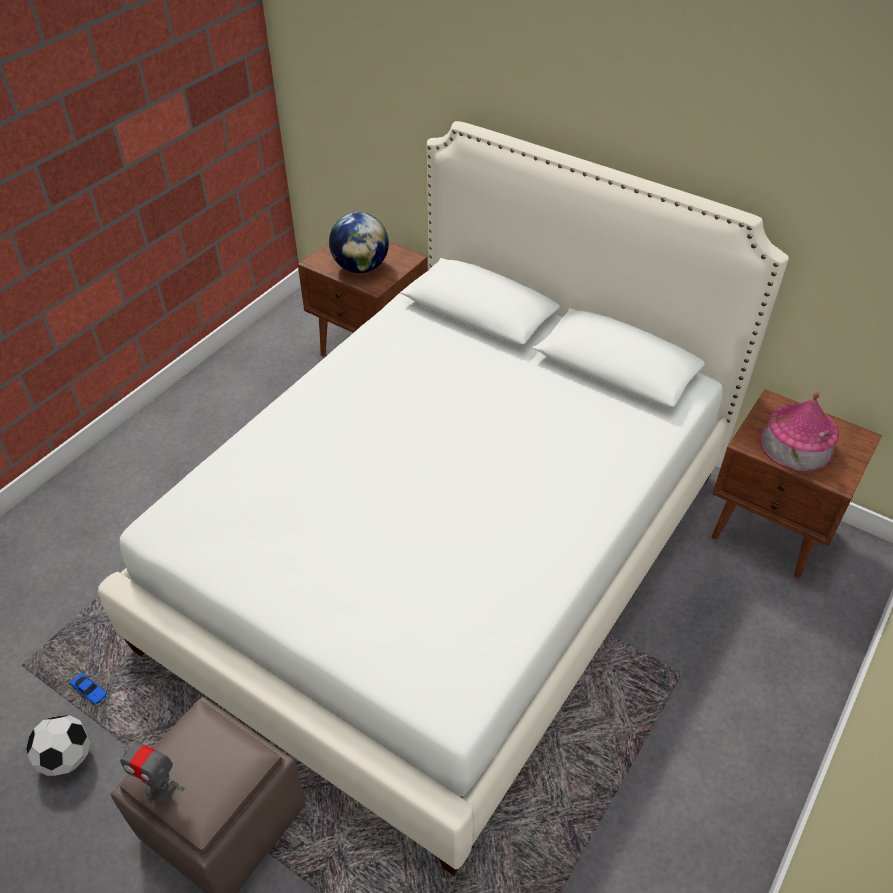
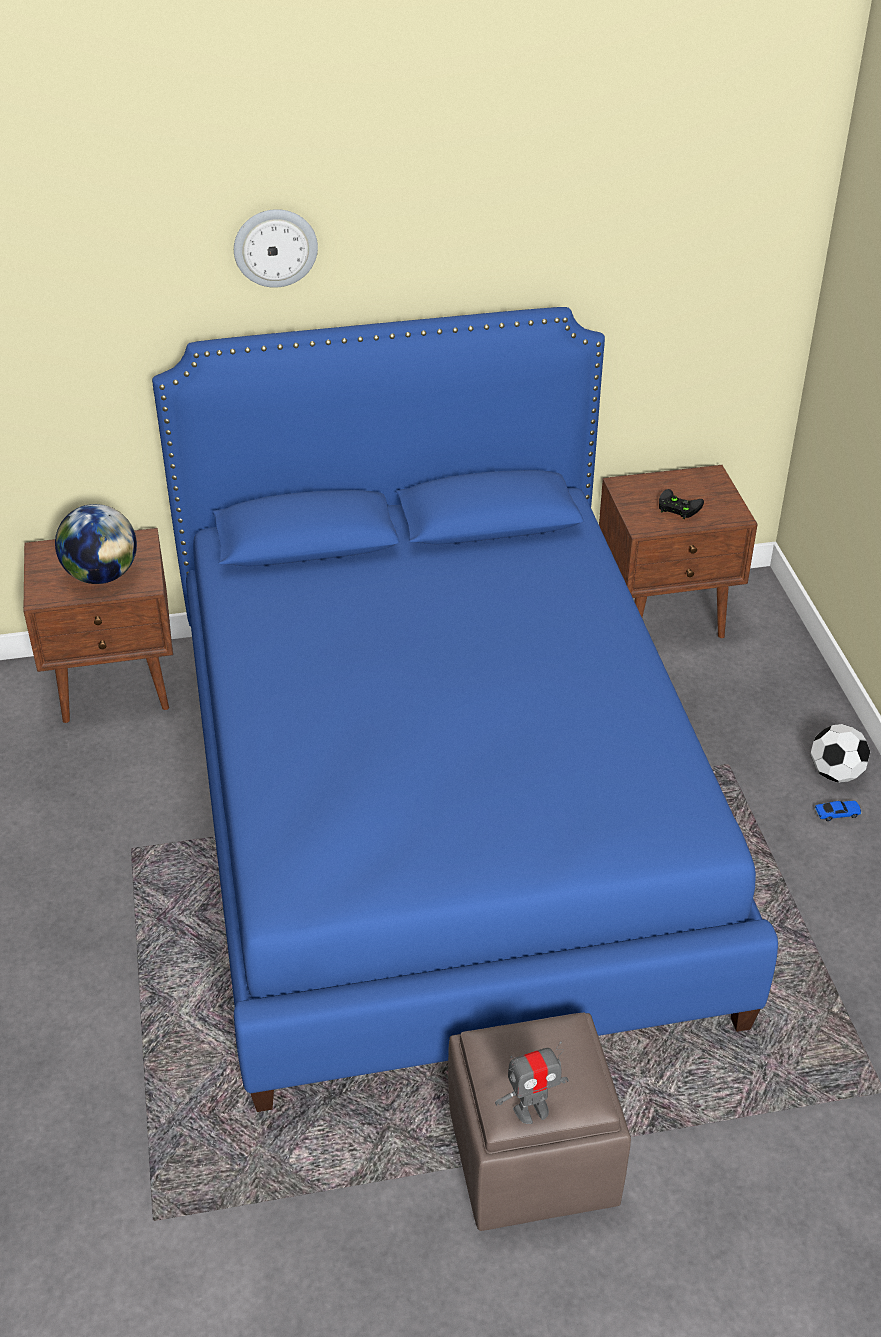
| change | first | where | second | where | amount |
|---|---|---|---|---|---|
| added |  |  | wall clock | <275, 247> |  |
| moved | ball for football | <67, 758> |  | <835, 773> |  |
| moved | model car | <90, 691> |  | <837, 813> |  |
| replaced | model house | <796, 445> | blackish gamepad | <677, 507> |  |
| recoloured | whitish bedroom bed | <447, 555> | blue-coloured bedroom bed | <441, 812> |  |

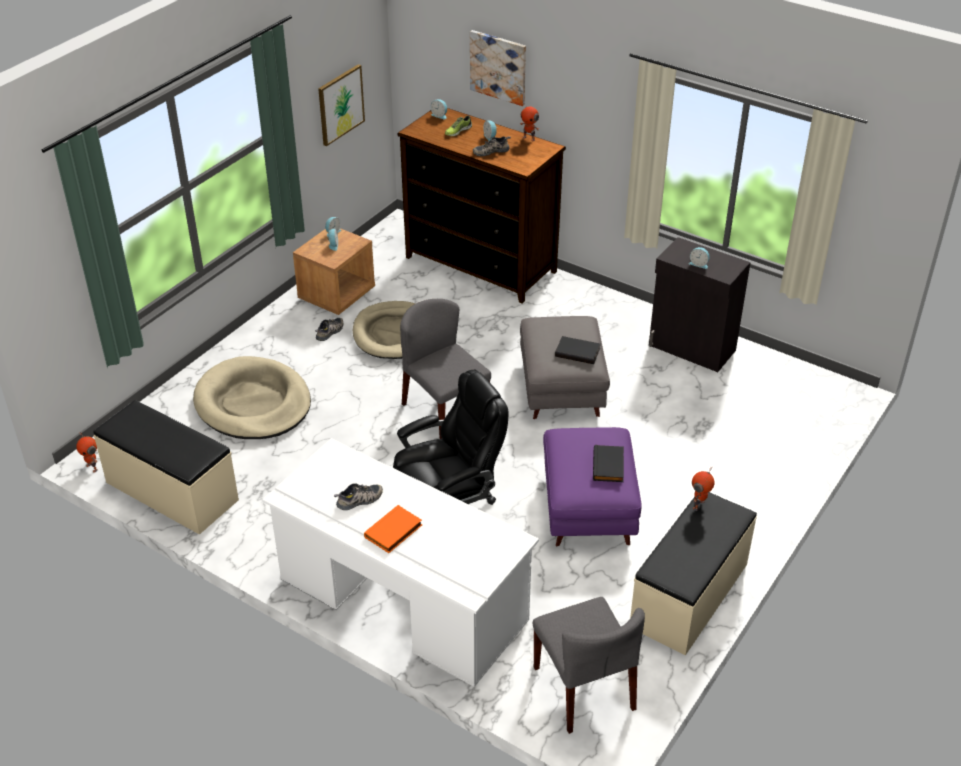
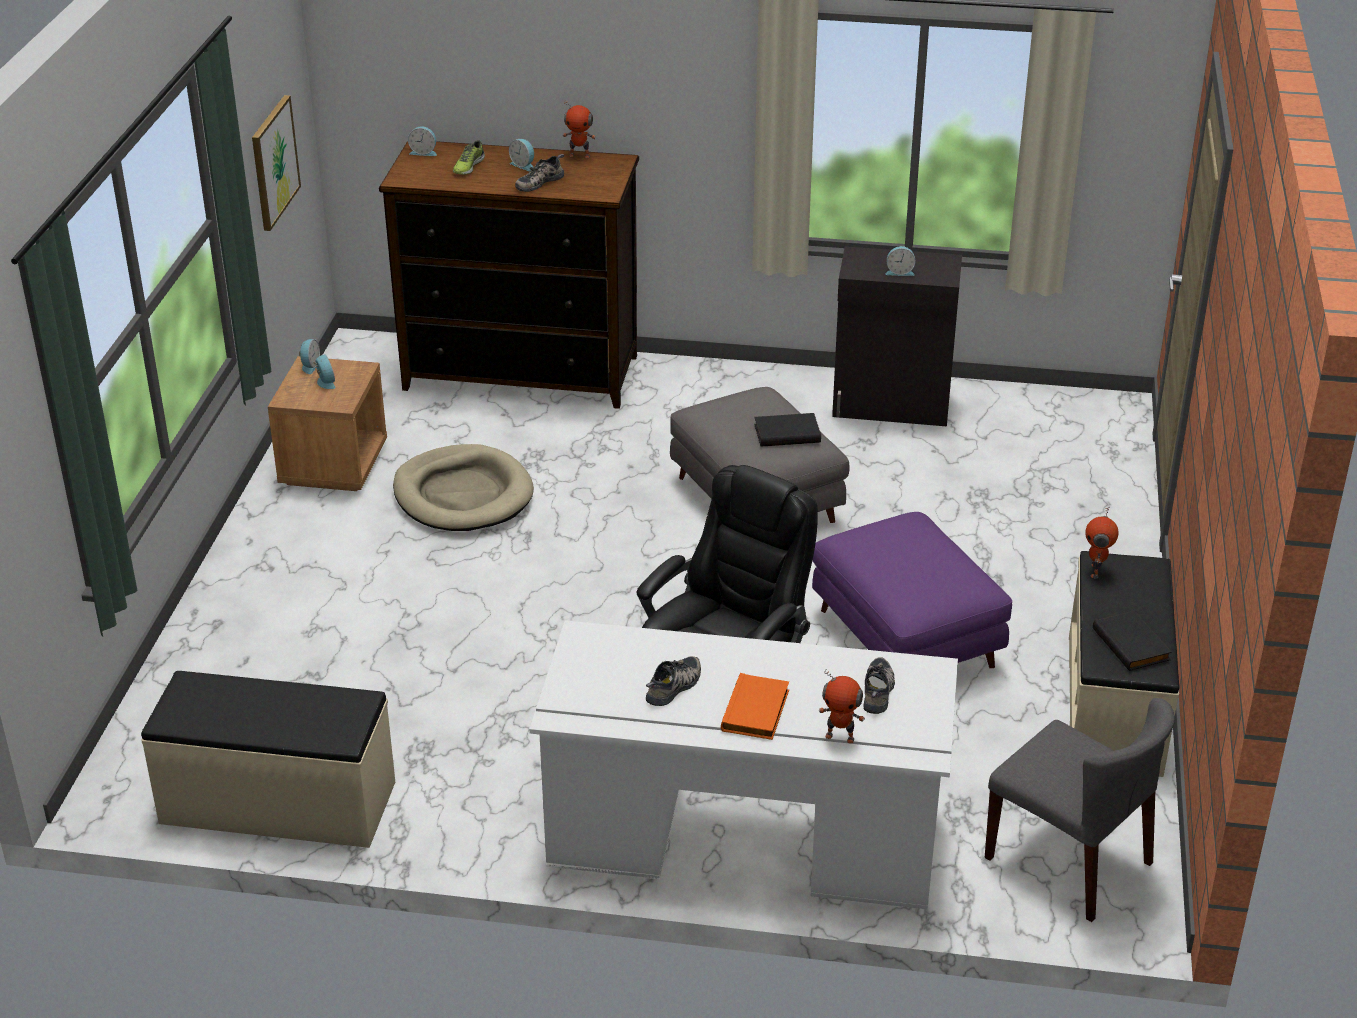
| change | first | where | second | where | amount |
|---|---|---|---|---|---|
| removed | beige-coloured dog bed | <253, 403> |  |  |  |
| removed | gray plain chair | <444, 410> |  |  |  |
| removed | wall art | <498, 67> |  |  |  |
| moved | robot figure | <92, 467> |  | <840, 736> |  |
| moved | low shoe | <330, 332> |  | <879, 691> |  |
| moved | blackish book | <609, 466> |  | <1133, 644> |  |

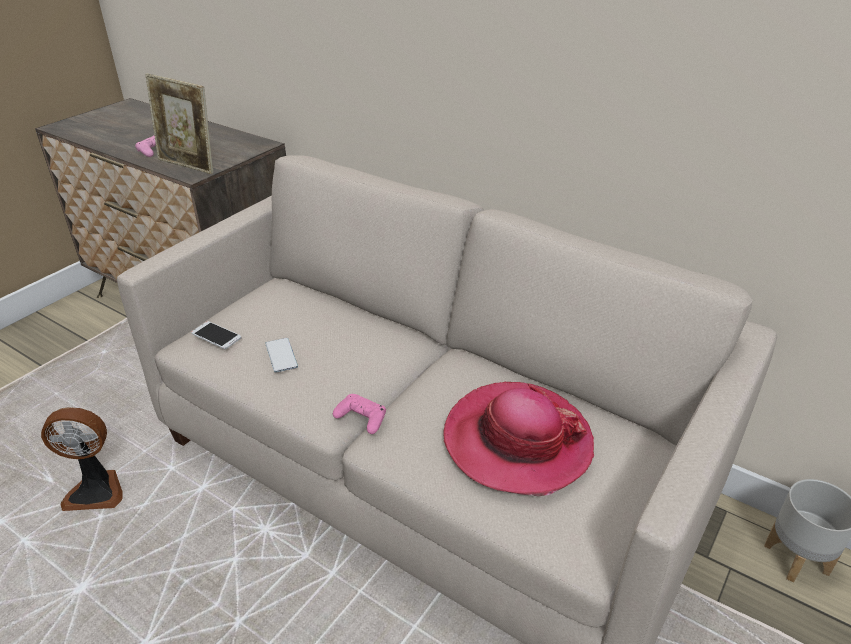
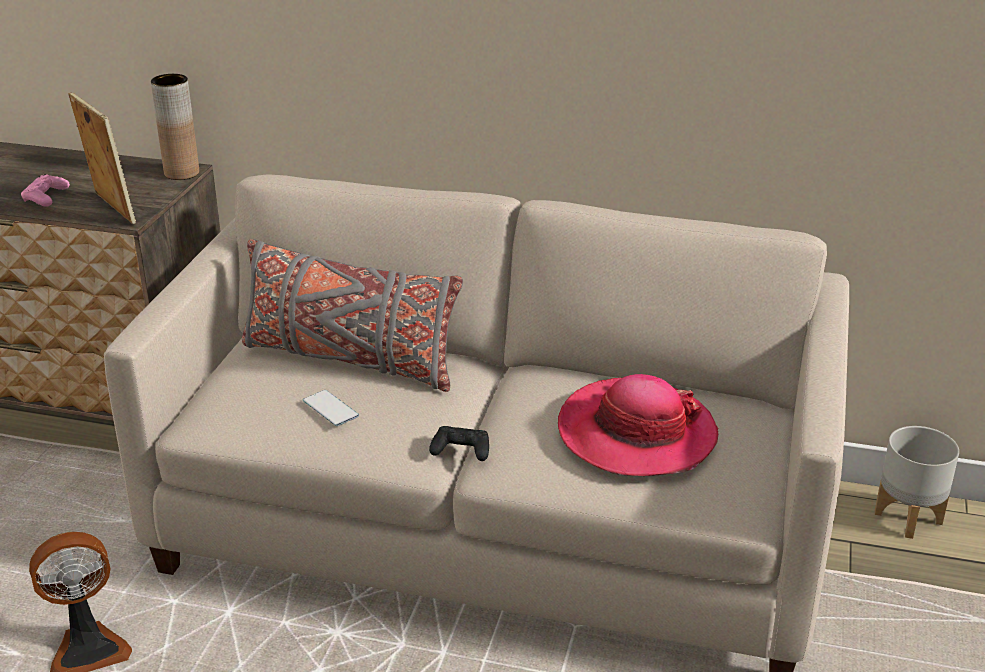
| change | first | where | second | where | amount |
|---|---|---|---|---|---|
| removed | handset | <216, 335> |  |  |  |
| added |  |  | brown-coloured decorative vase | <182, 173> |  |
| added |  |  | gray pillow | <349, 359> |  |
| recoloured | pink gamepad | <361, 418> | blackish gamepad | <461, 449> |  |
| turned | picture frame | <188, 165> |  | <111, 209> | 135 degrees counterclockwise |

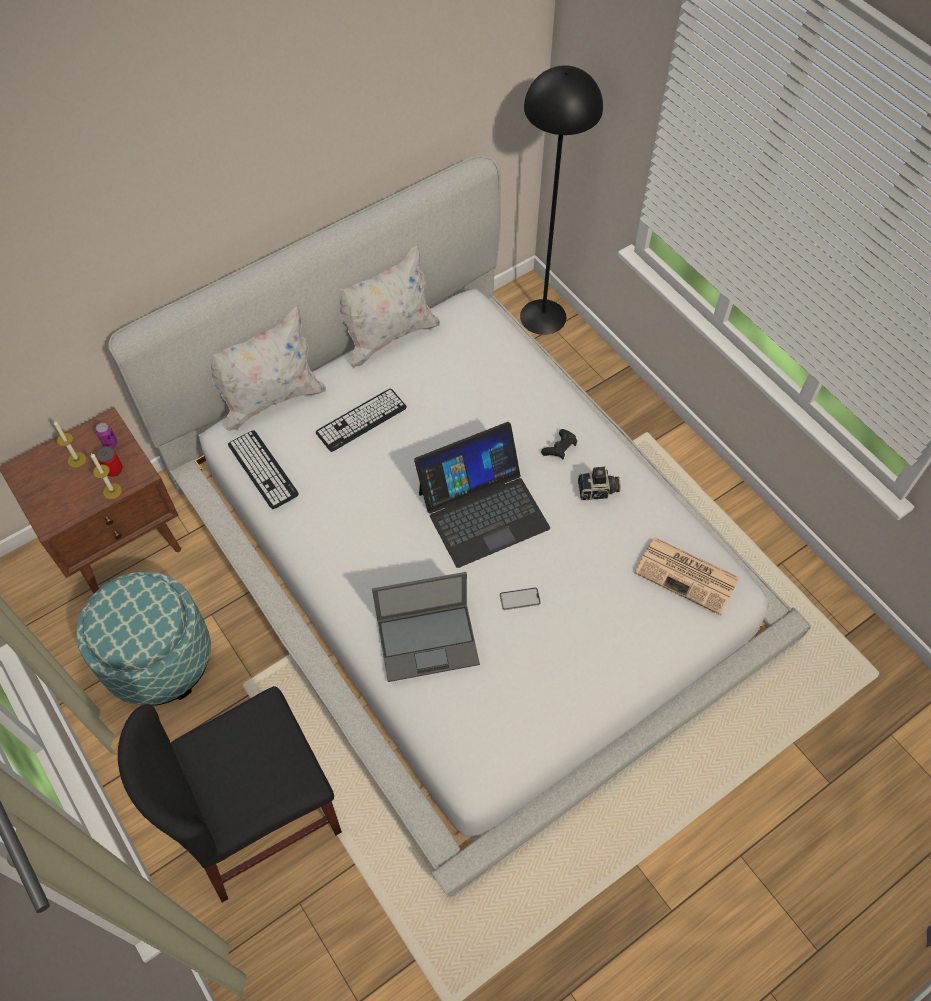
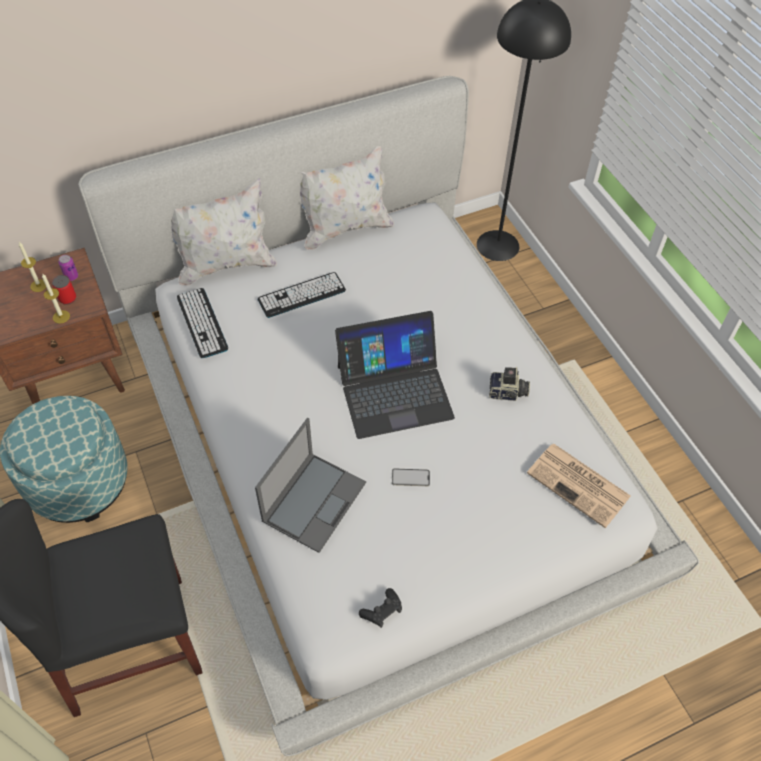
| change | first | where | second | where | amount |
|---|---|---|---|---|---|
| moved | blackish gamepad | <560, 448> |  | <382, 611> |  |
| turned | laptop | <429, 641> |  | <314, 500> | 60 degrees counterclockwise |

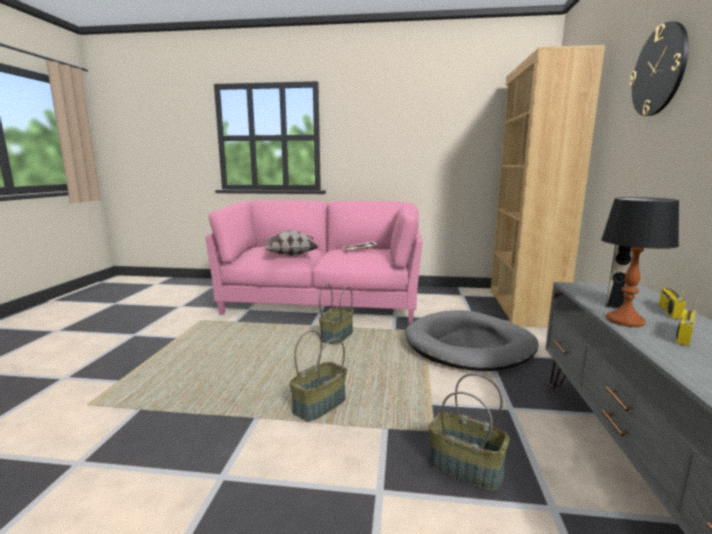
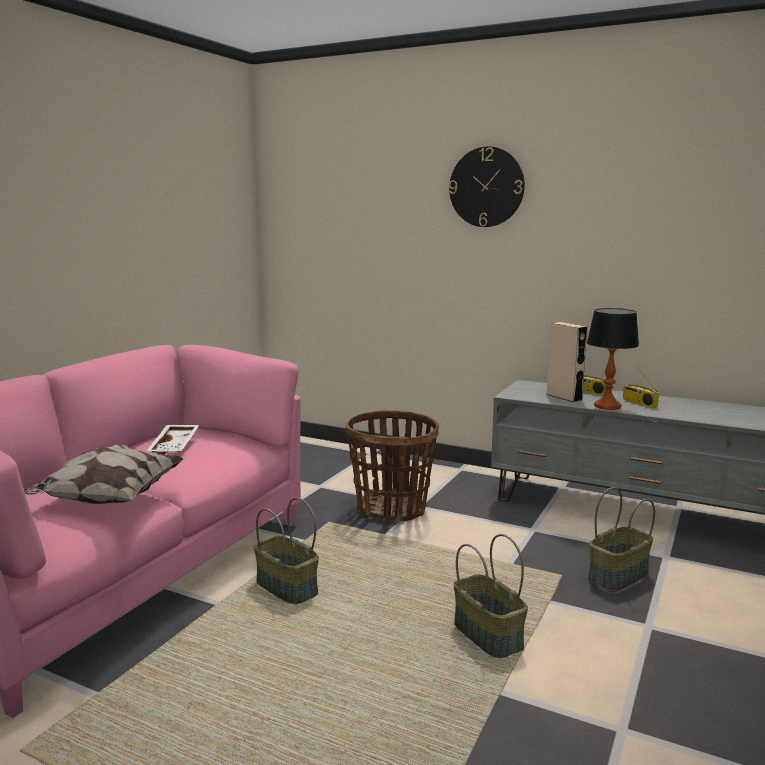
| change | first | where | second | where | amount |
|---|---|---|---|---|---|
| removed | brown-coloured shelving unit | <522, 307> |  |  |  |
| replaced | gray dog bed | <469, 345> | basket | <392, 509> |  |

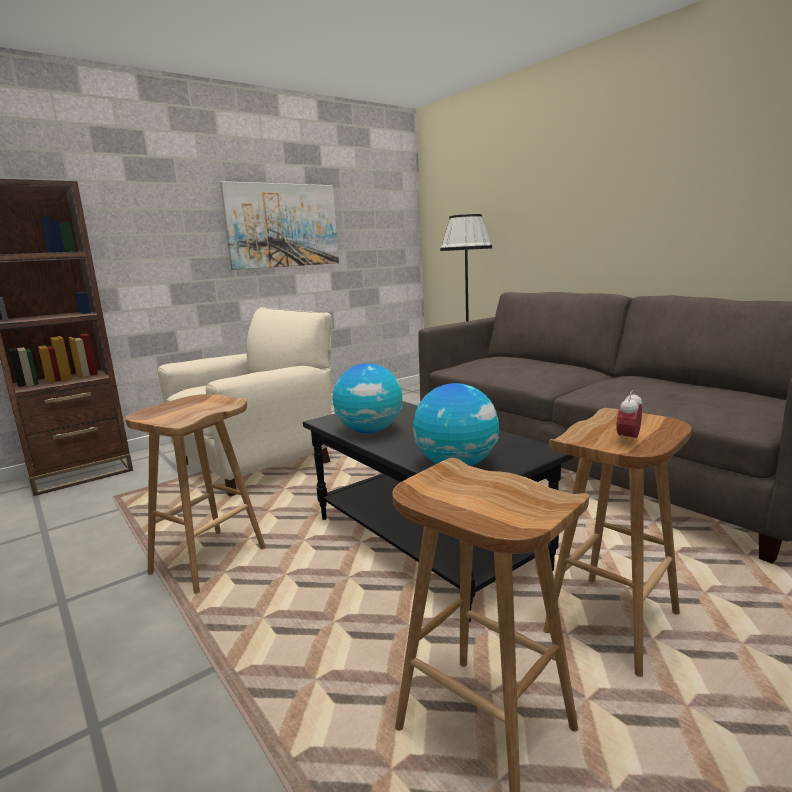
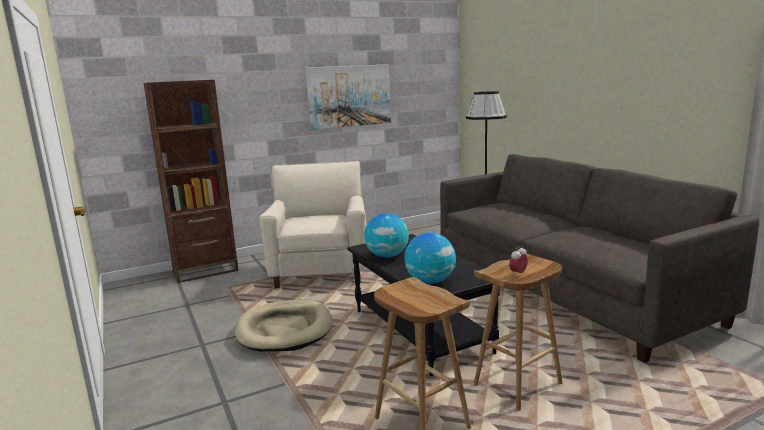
| change | first | where | second | where | amount |
|---|---|---|---|---|---|
| replaced | brown-coloured stool | <209, 560> | beige-coloured dog bed | <285, 329> |  |
| turned | beige-coloured lounge chair | <258, 462> |  | <321, 271> | 60 degrees counterclockwise |

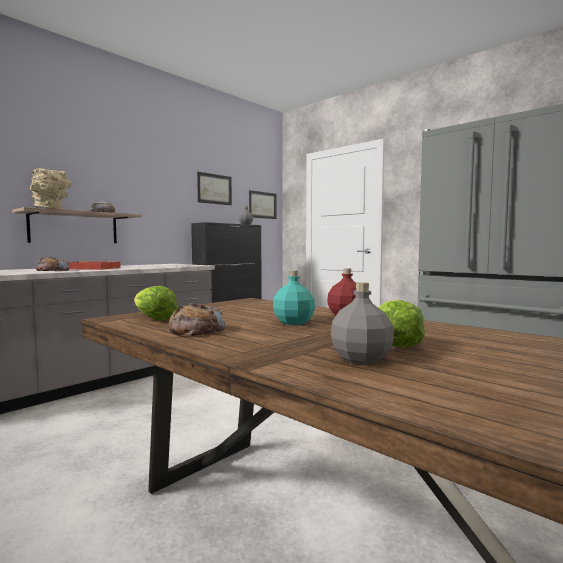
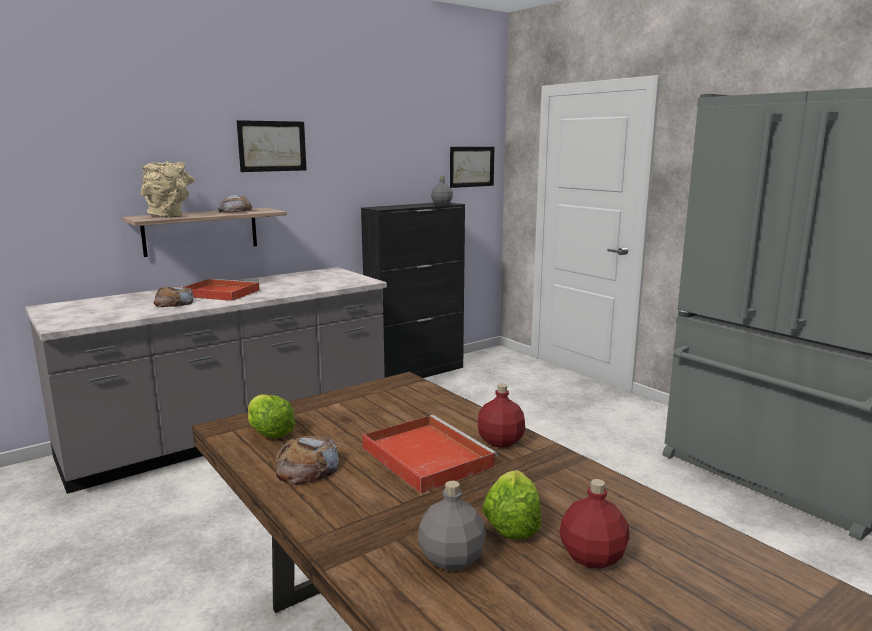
| change | first | where | second | where | amount |
|---|---|---|---|---|---|
| added |  |  | red-coloured bottle | <592, 557> |  |
| moved | wall art | <214, 189> |  | <272, 146> |  |
| replaced | turquoise-coloured bottle | <293, 322> | red-coloured serving tray | <425, 456> |  |

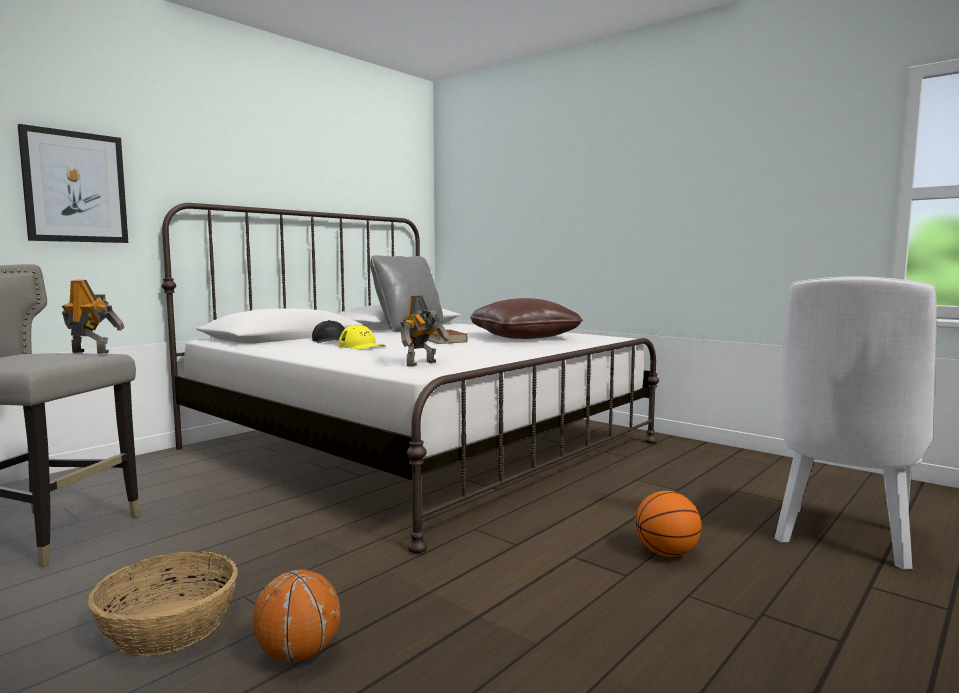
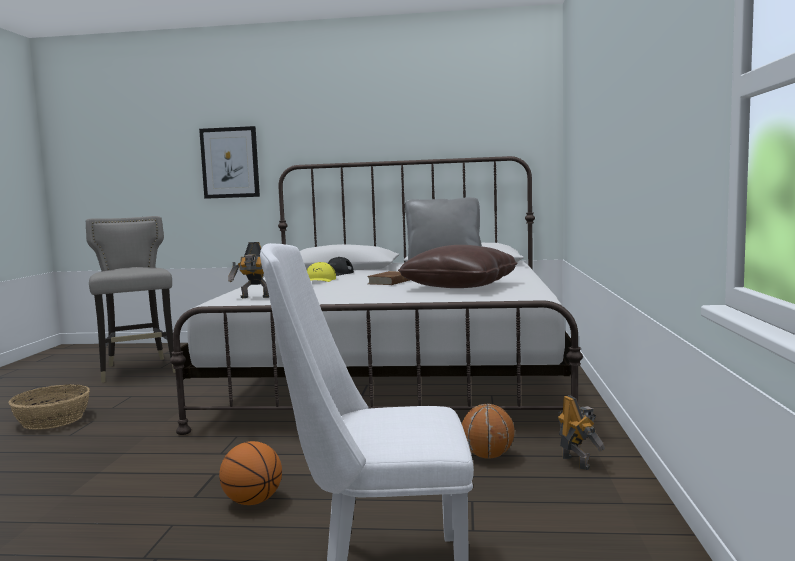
| change | first | where | second | where | amount |
|---|---|---|---|---|---|
| moved | robot figure | <91, 352> |  | <576, 462> |  |
| moved | basketball ball | <298, 654> |  | <487, 456> |  |

